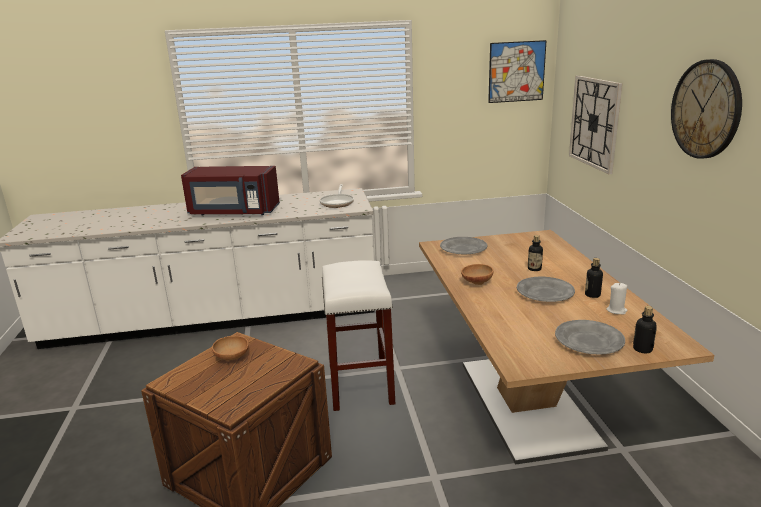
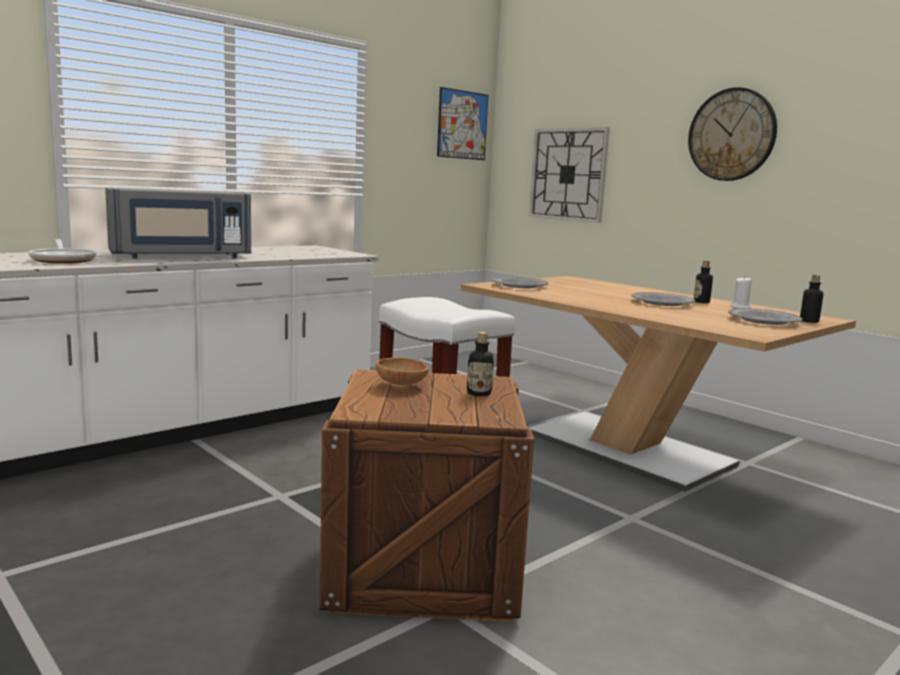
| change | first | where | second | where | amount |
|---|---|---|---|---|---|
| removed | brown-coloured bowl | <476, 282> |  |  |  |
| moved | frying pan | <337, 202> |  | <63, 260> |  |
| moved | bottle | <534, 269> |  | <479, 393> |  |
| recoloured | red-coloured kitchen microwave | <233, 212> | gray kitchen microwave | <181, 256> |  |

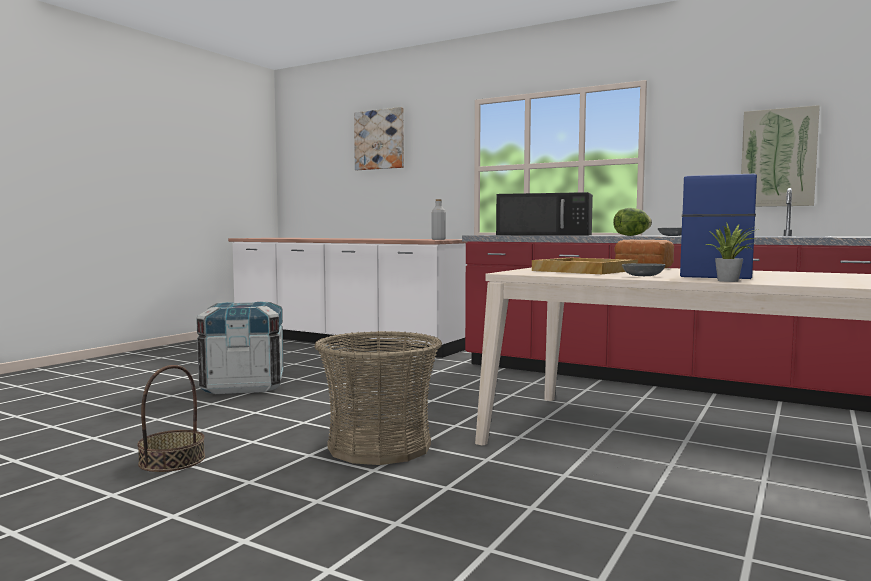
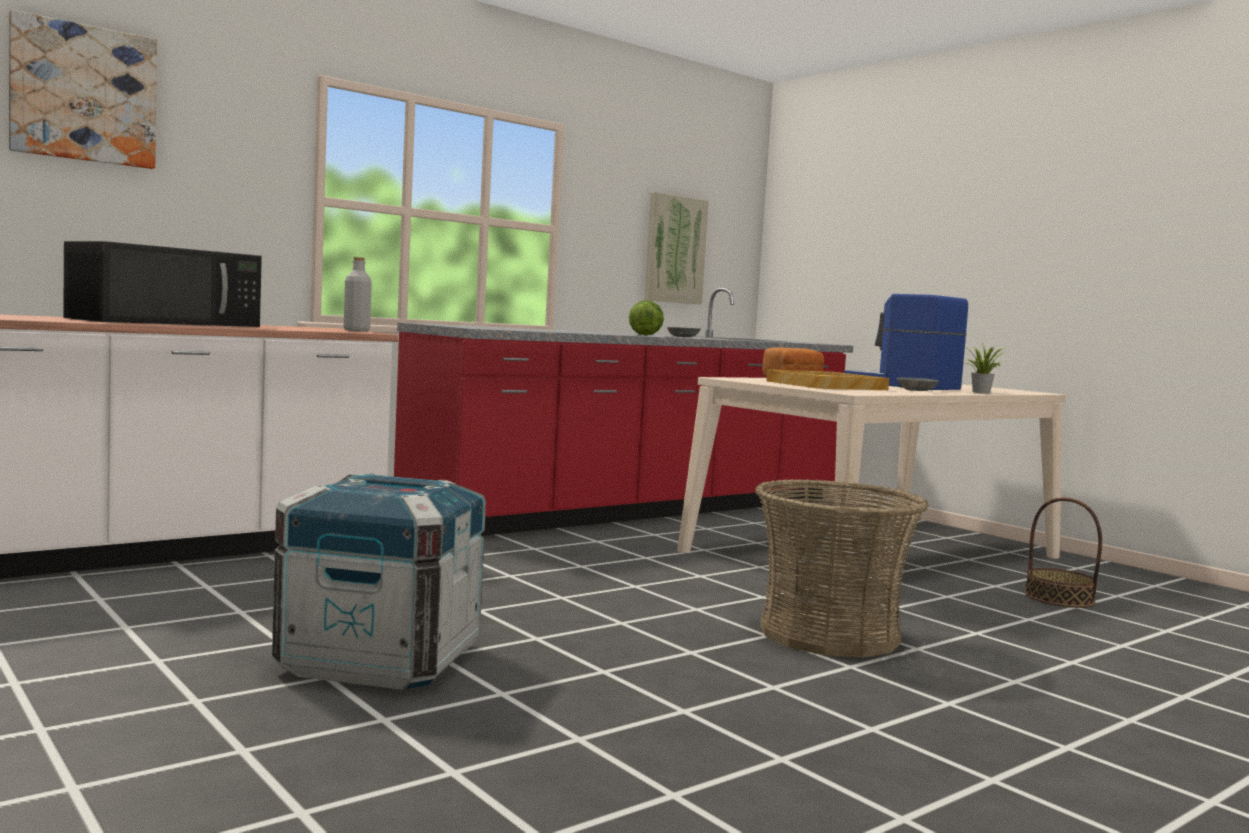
| change | first | where | second | where | amount |
|---|---|---|---|---|---|
| moved | basket | <172, 460> |  | <1059, 598> |  |
| moved | blackish kitchen microwave | <546, 235> |  | <167, 322> |  |

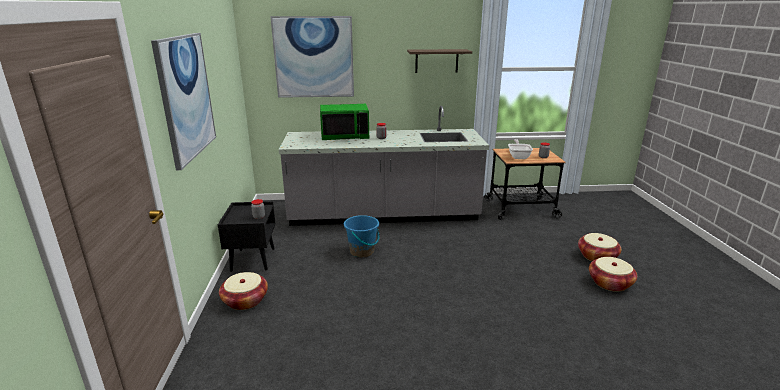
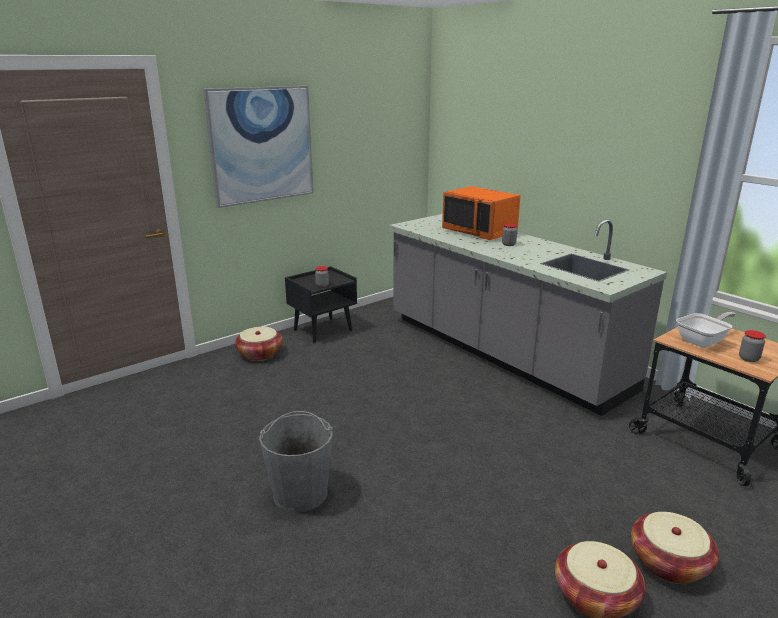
| change | first | where | second | where | amount |
|---|---|---|---|---|---|
| removed | wall art | <314, 57> |  |  |  |
| removed | blue-coloured water bucket | <362, 251> |  |  |  |
| removed | shelf | <436, 61> |  |  |  |
| added |  |  | gray water bucket | <300, 493> |  |
| recoloured | greenish kitchen microwave | <345, 136> | orangey kitchen microwave | <480, 231> |  |

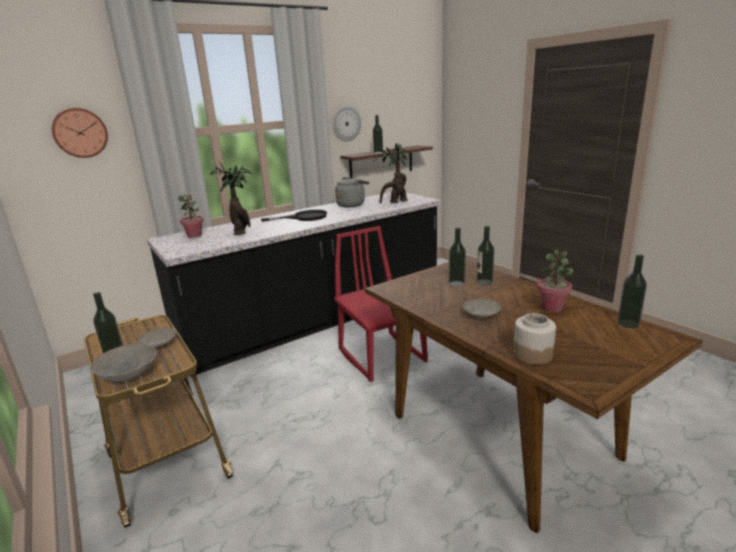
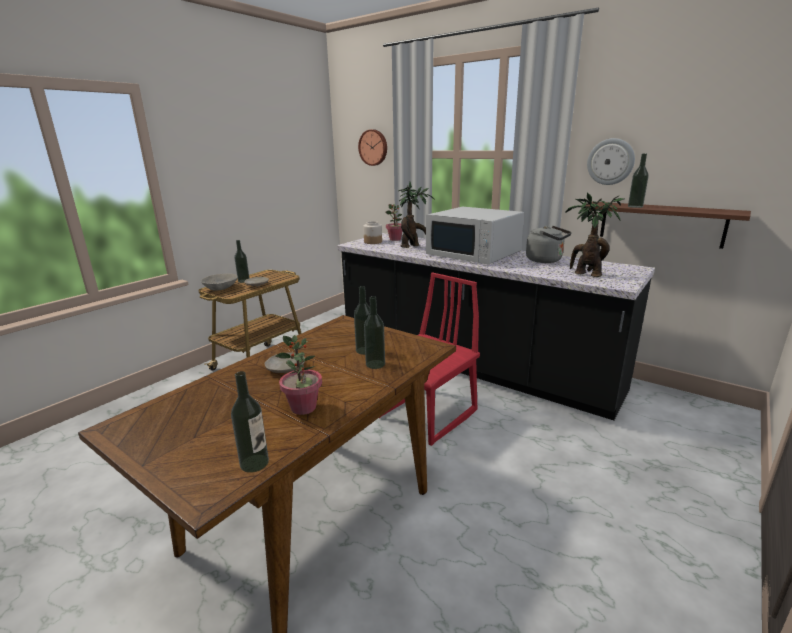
| change | first | where | second | where | amount |
|---|---|---|---|---|---|
| moved | storage jar | <532, 354> |  | <373, 242> |  |
| replaced | blackish frying pan | <304, 217> | whitish kitchen microwave | <474, 254> |  |

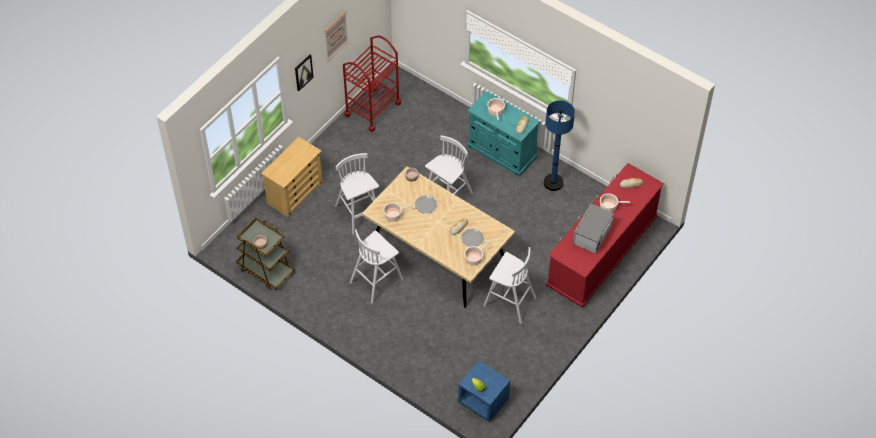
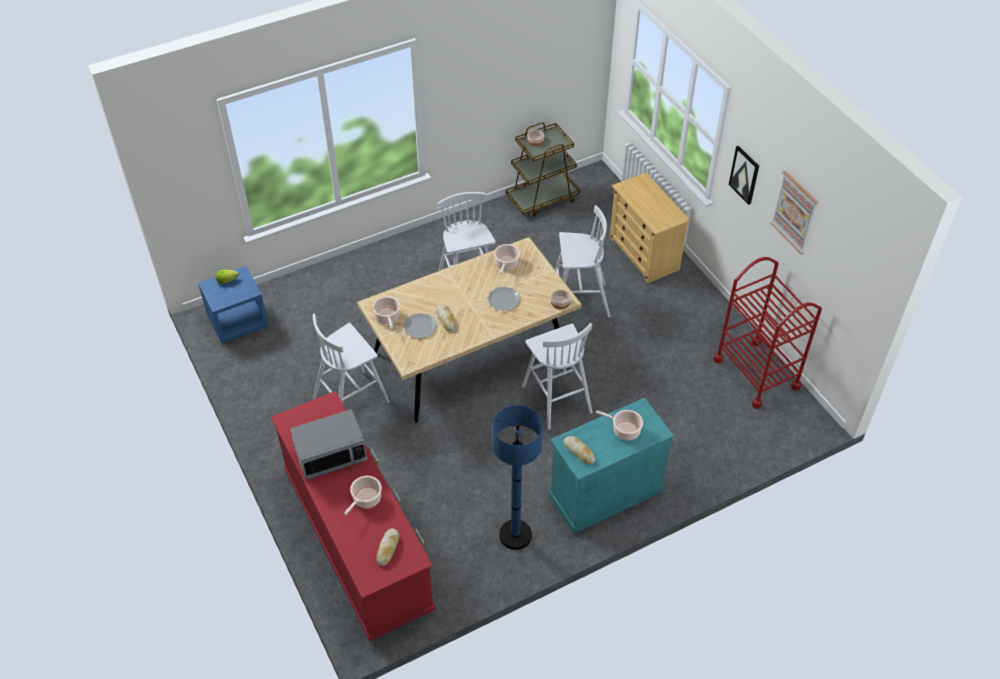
| change | first | where | second | where | amount |
|---|---|---|---|---|---|
| turned | kitchen microwave | <592, 235> |  | <331, 455> | 105 degrees clockwise |

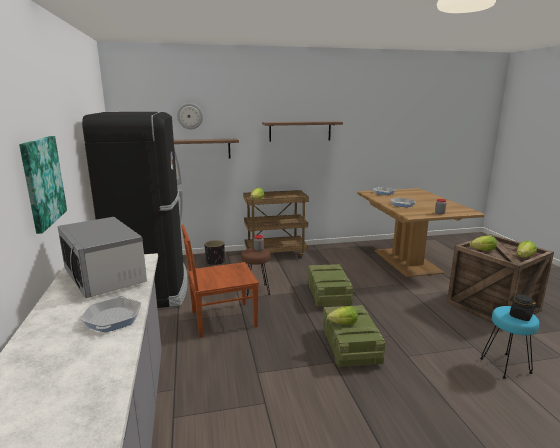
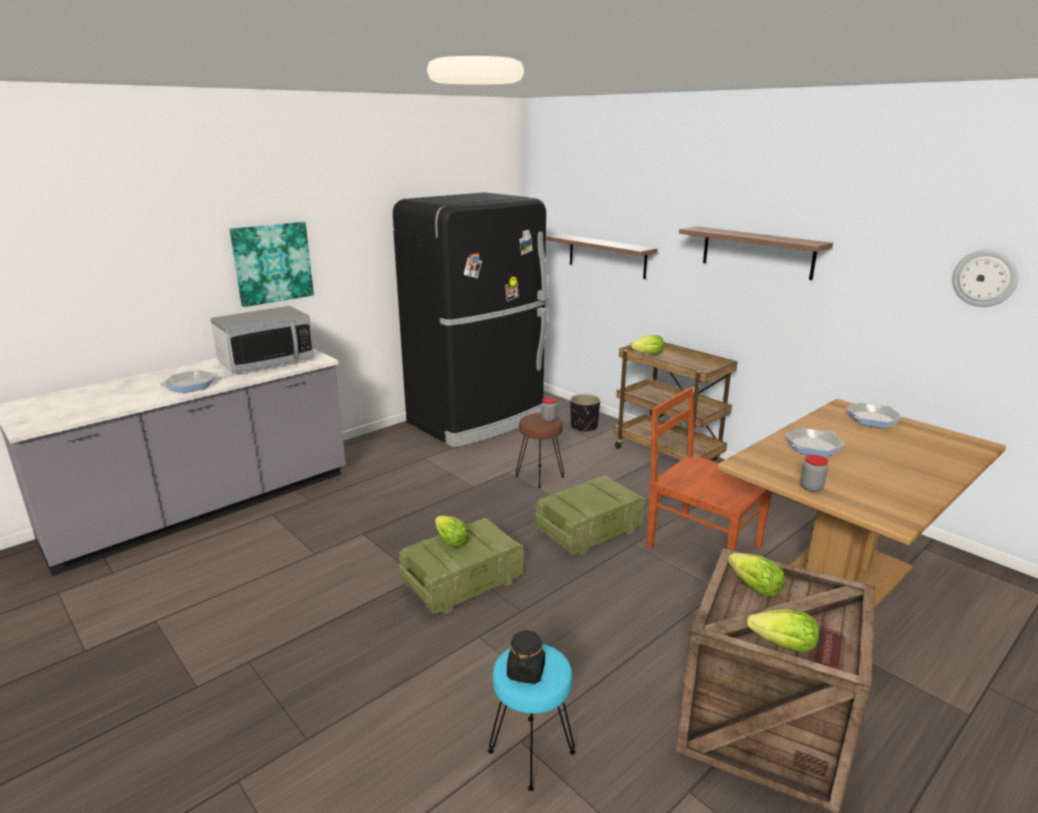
| change | first | where | second | where | amount |
|---|---|---|---|---|---|
| moved | wall clock | <190, 116> |  | <985, 278> |  |
| moved | brown-coloured plain chair | <221, 319> |  | <701, 545> |  |
| turned | kitchen microwave | <105, 277> |  | <266, 361> | 150 degrees counterclockwise |

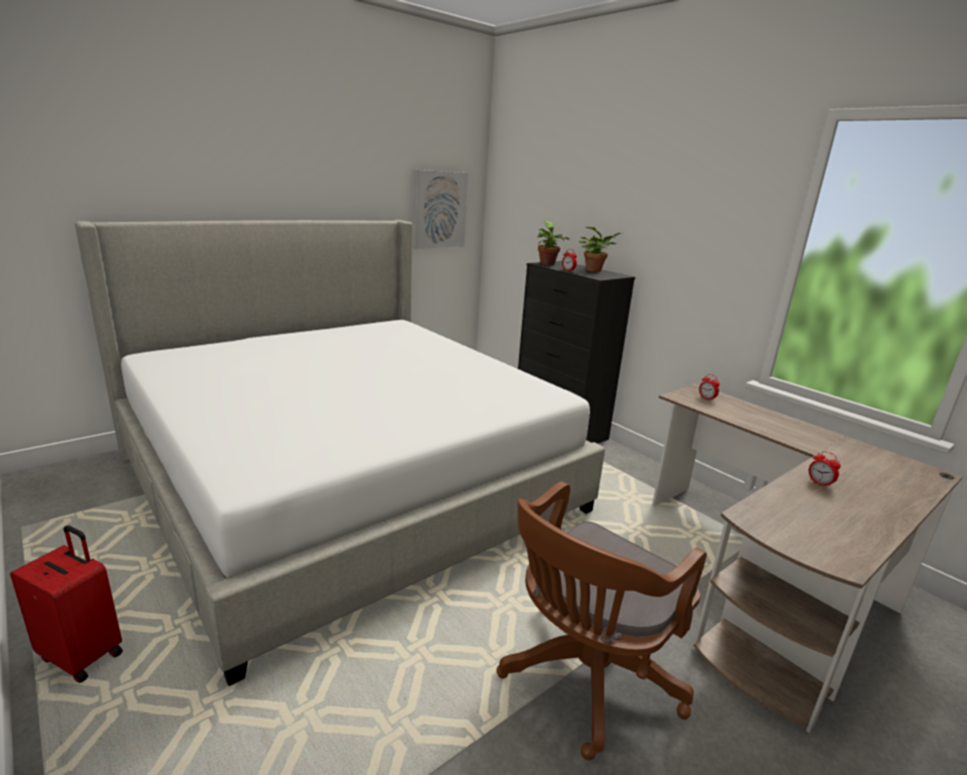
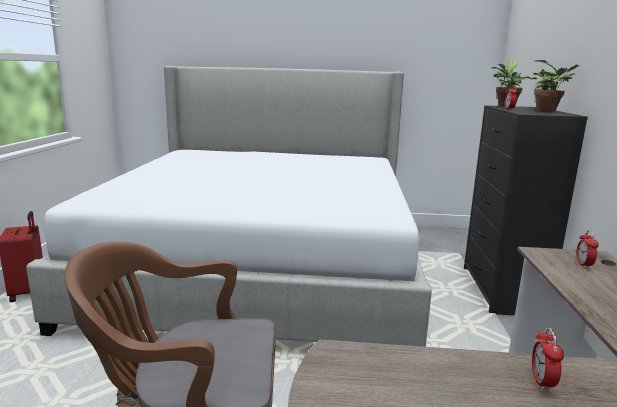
| change | first | where | second | where | amount |
|---|---|---|---|---|---|
| removed | wall art | <439, 209> |  |  |  |

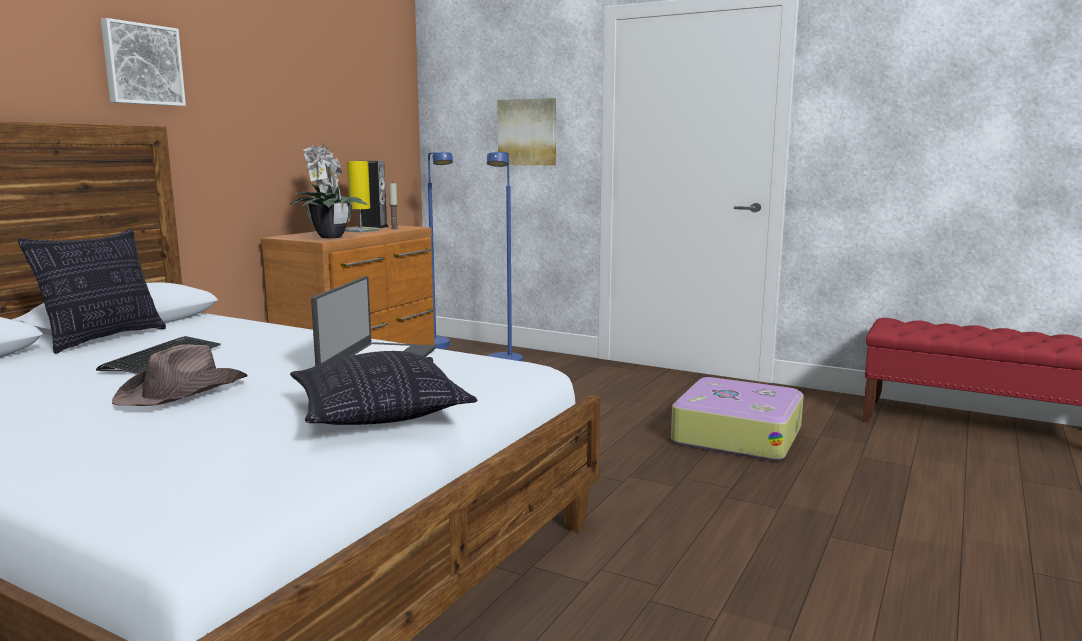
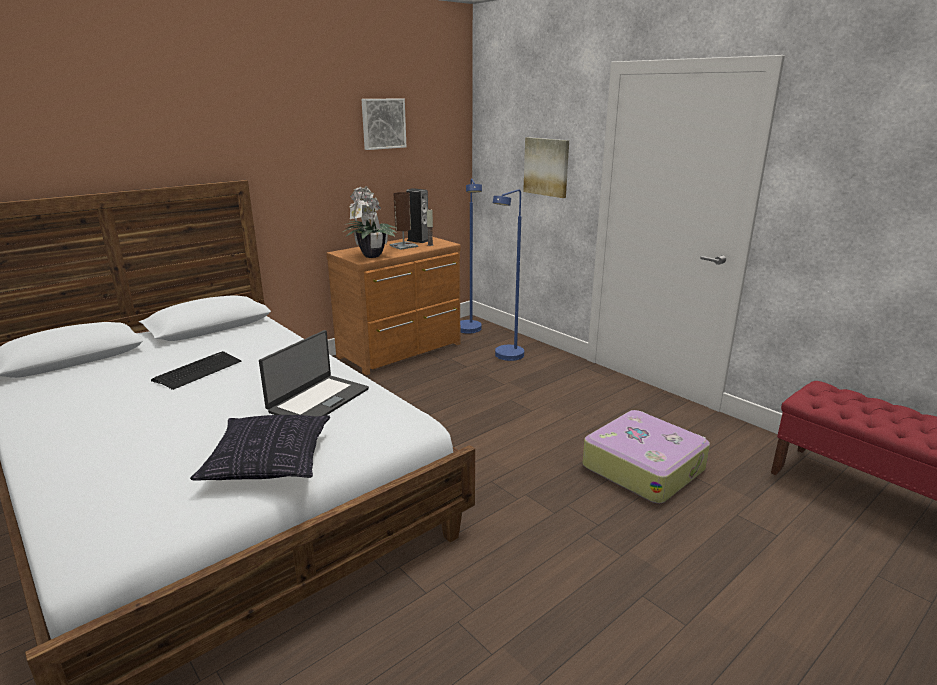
| change | first | where | second | where | amount |
|---|---|---|---|---|---|
| removed | pillow | <104, 339> |  |  |  |
| removed | brown-coloured wearable hat | <184, 391> |  |  |  |
| moved | wall art | <142, 64> |  | <383, 123> |  |
| recoloured | yellow-coloured table lamp | <360, 230> | brown-coloured table lamp | <403, 246> |  |

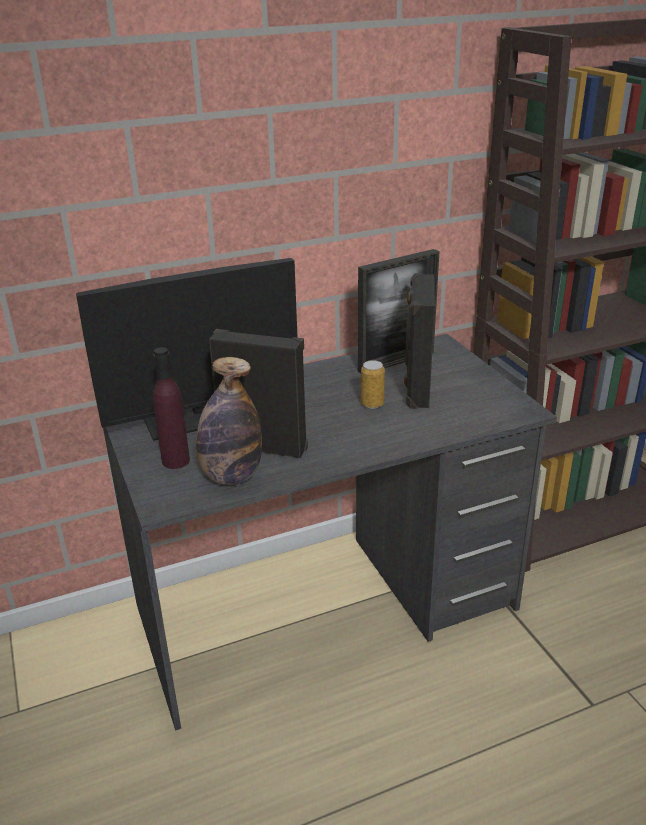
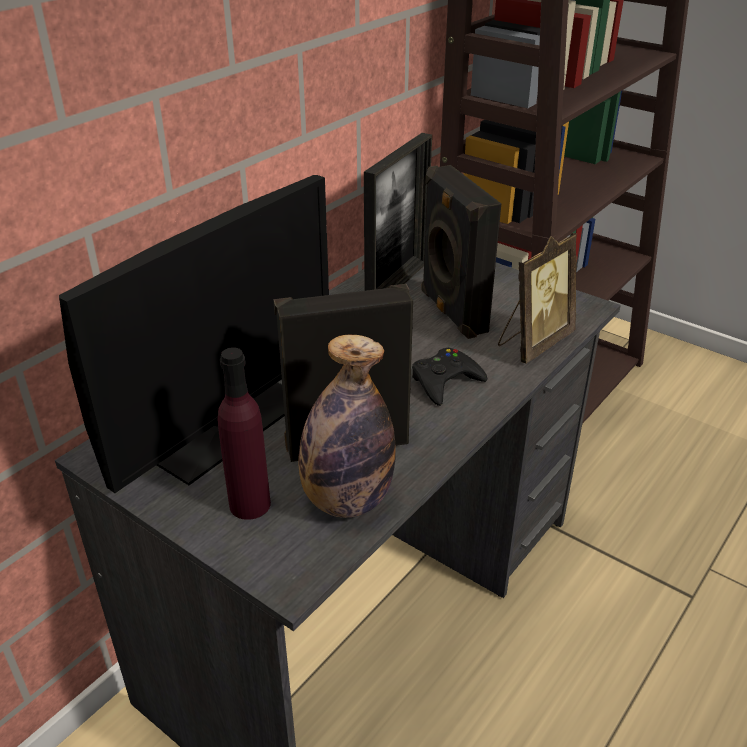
| change | first | where | second | where | amount |
|---|---|---|---|---|---|
| removed | sealed can | <372, 404> |  |  |  |
| added |  |  | blackish gamepad | <445, 382> |  |
| added |  |  | picture frame | <533, 343> |  |

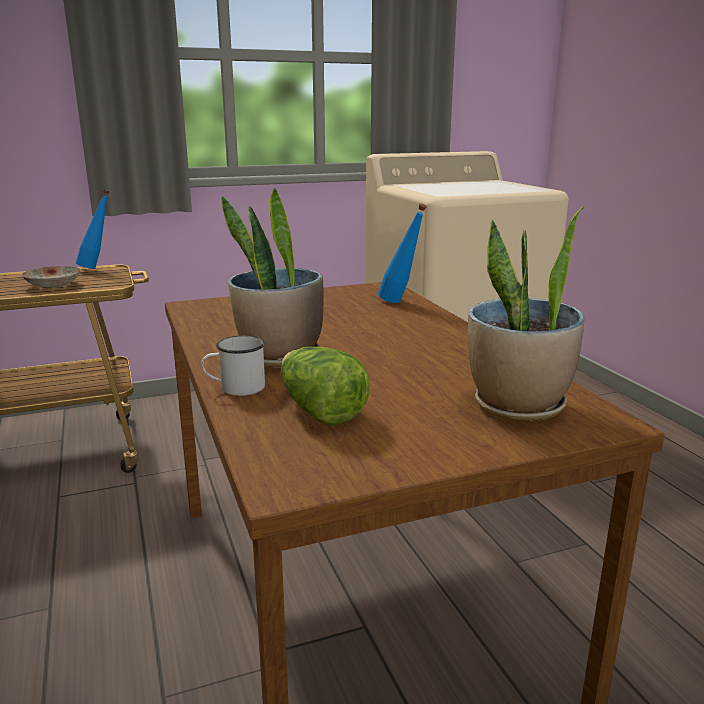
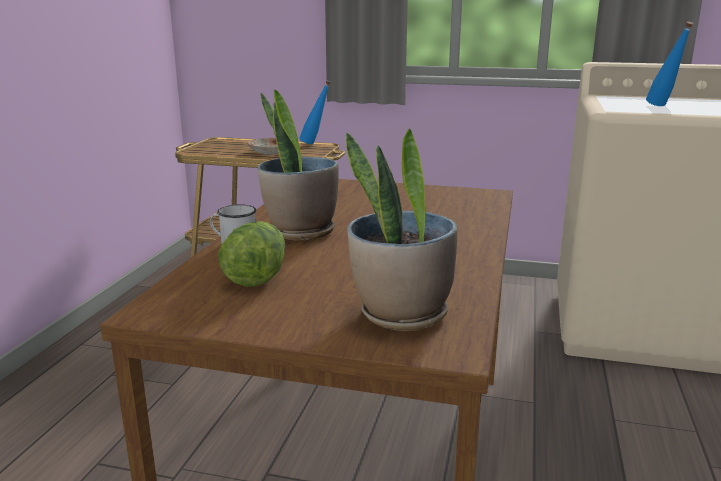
| change | first | where | second | where | amount |
|---|---|---|---|---|---|
| moved | blue-coloured bottle | <400, 303> |  | <663, 106> |  |

